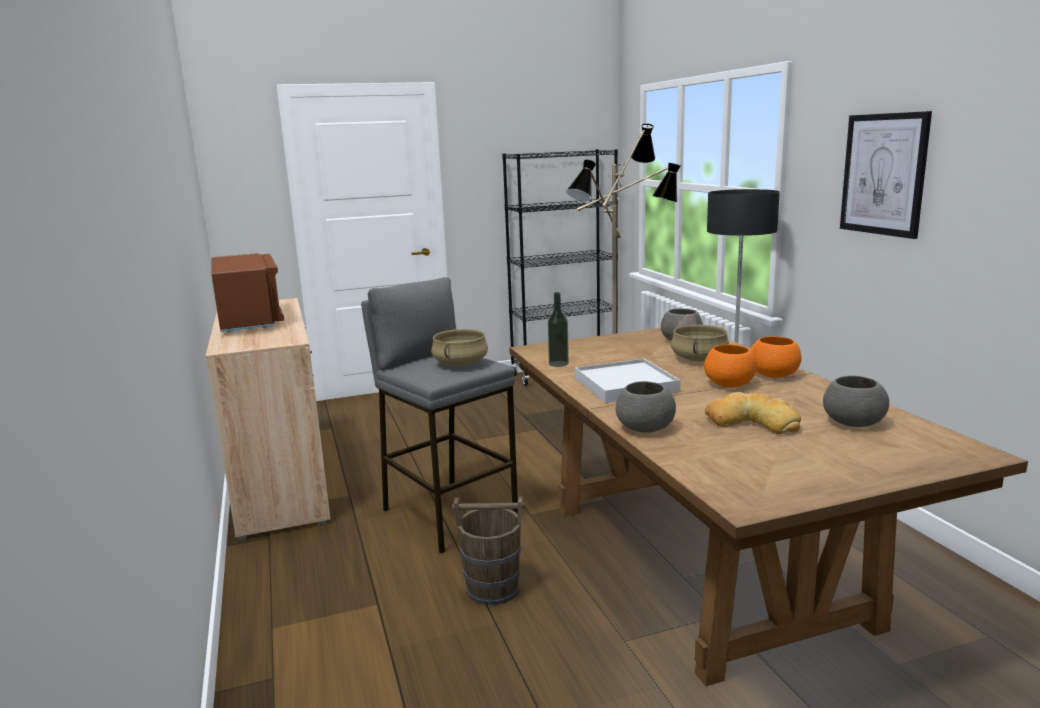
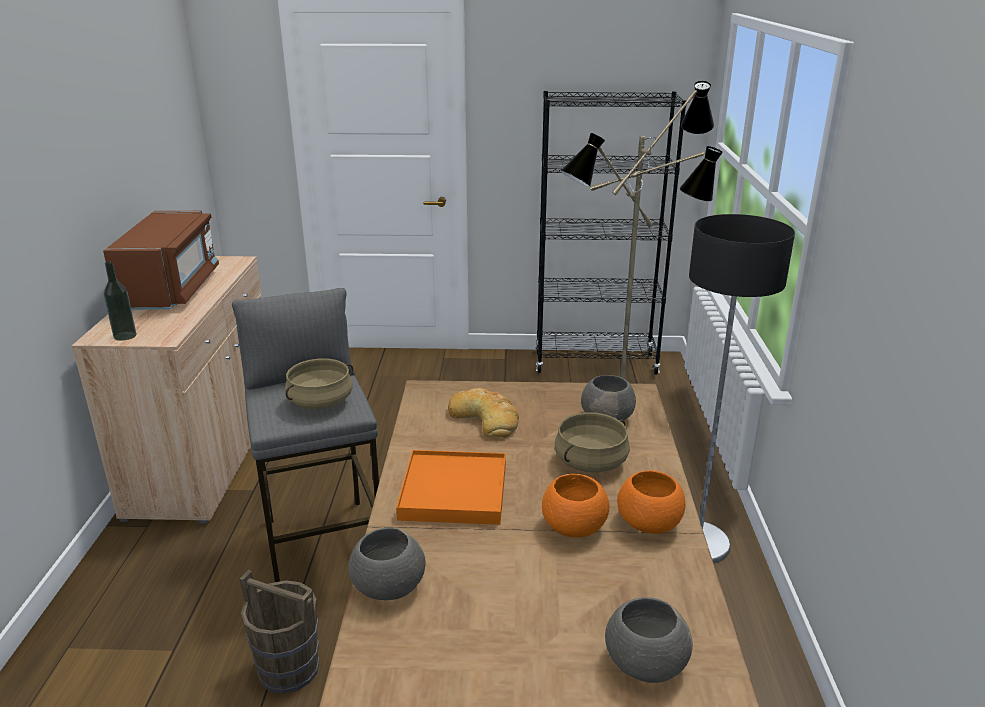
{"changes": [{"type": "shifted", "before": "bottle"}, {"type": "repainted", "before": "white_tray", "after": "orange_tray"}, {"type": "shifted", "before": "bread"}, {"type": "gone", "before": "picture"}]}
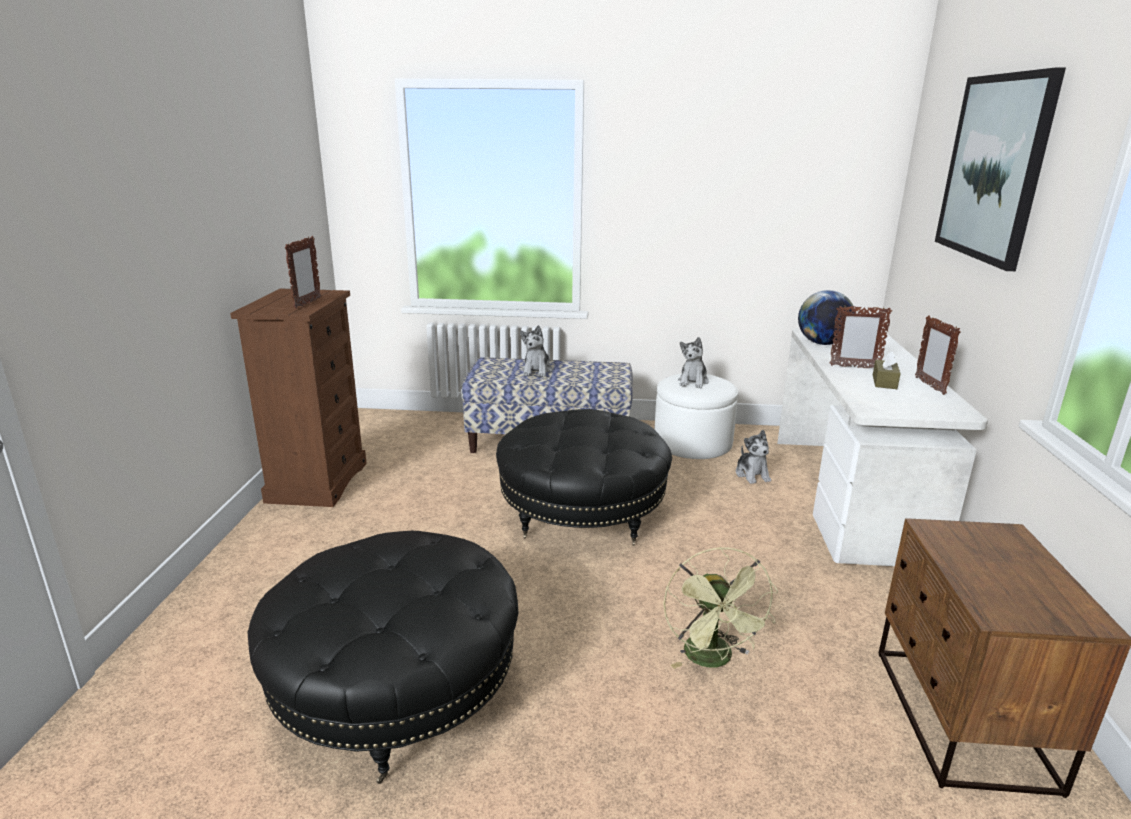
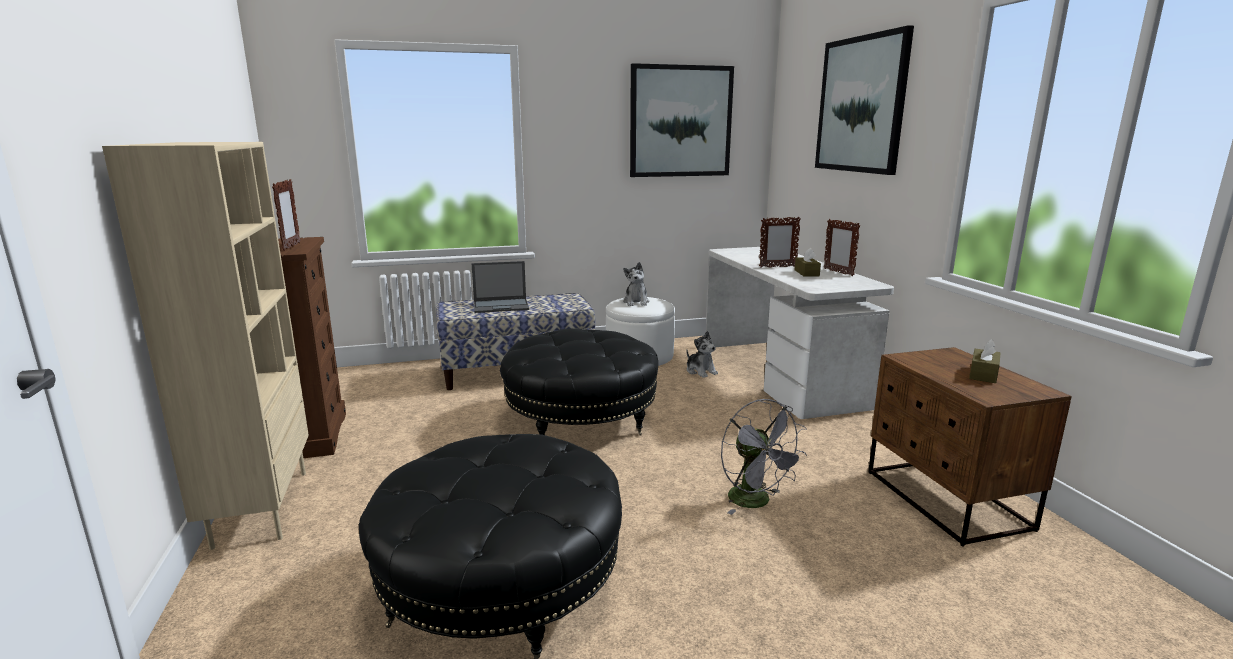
{"changes": [{"type": "new", "after": "beige_bookcase"}, {"type": "swapped", "before": "plush_toy (no. 1 from left)", "after": "laptop"}, {"type": "new", "after": "picture (no. 1 from left)"}, {"type": "repainted", "before": "green_fan", "after": "grey_fan"}, {"type": "new", "after": "brown_tissue_box (no. 2 from left)"}, {"type": "gone", "before": "globe"}]}
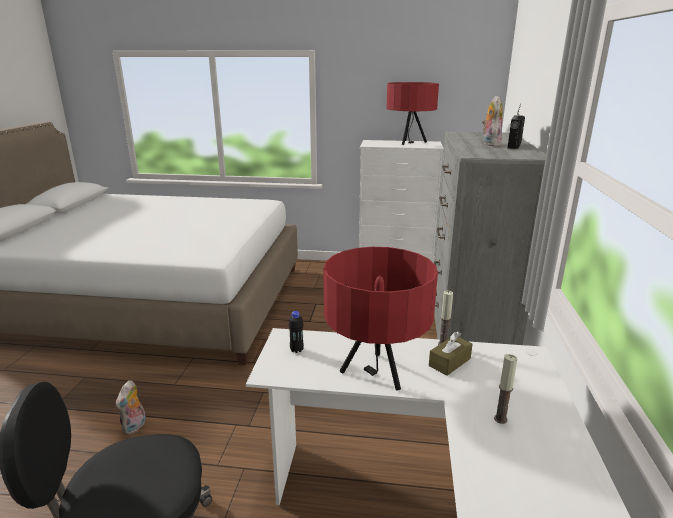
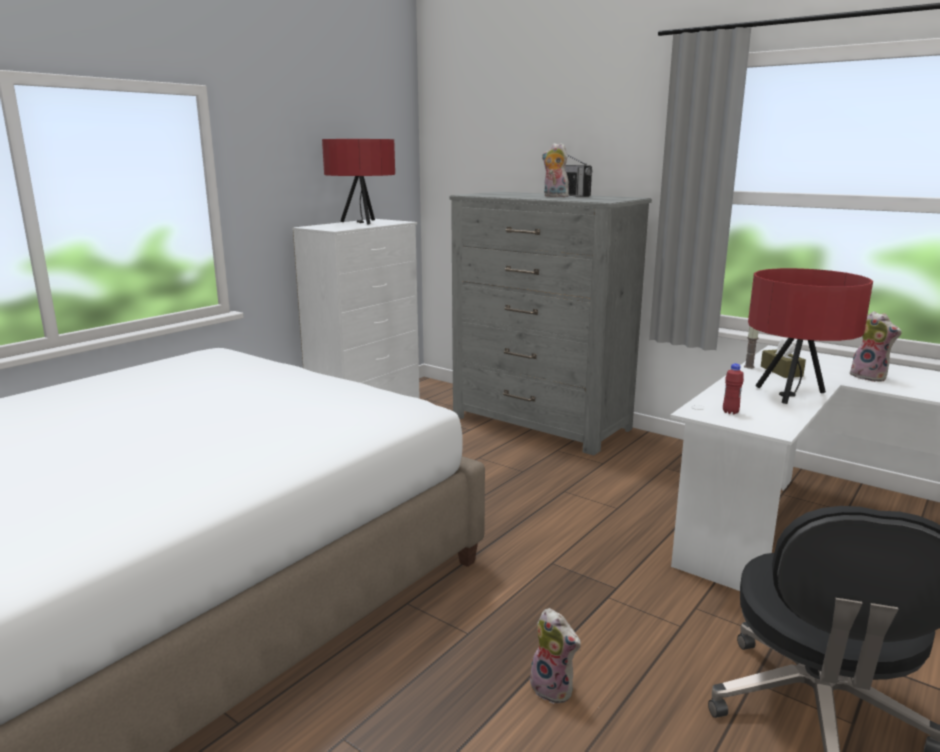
{"changes": [{"type": "repainted", "before": "black_bottle", "after": "red_bottle"}, {"type": "swapped", "before": "candle (no. 2 from left)", "after": "plush_toy (no. 3 from left)"}]}
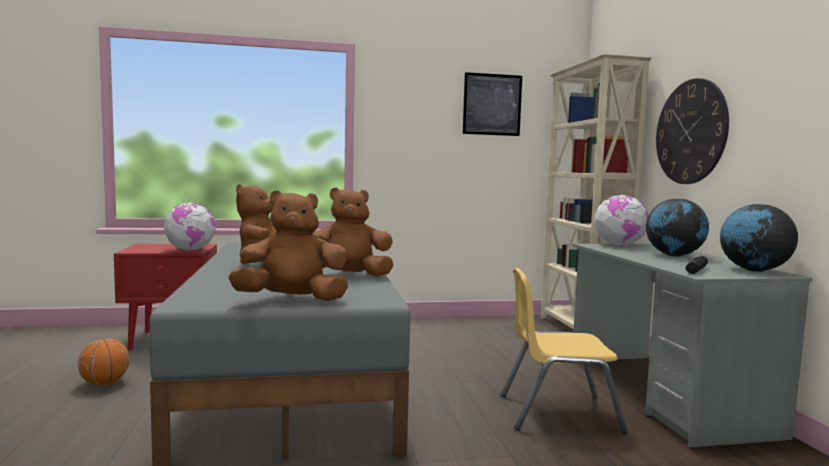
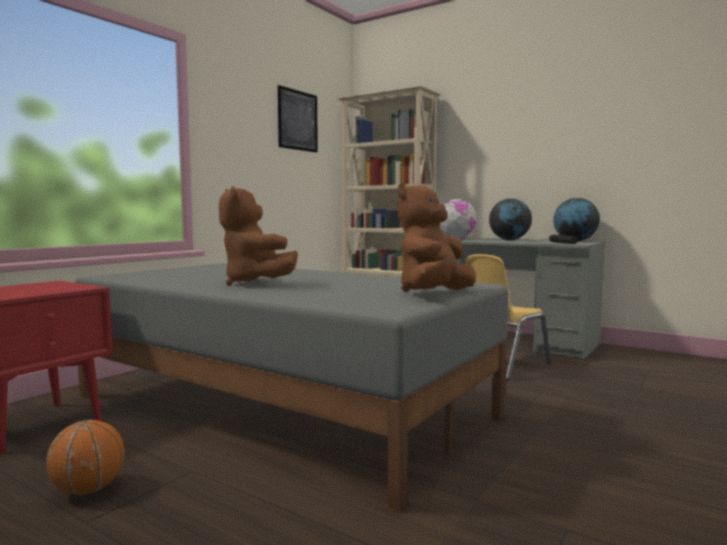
{"changes": [{"type": "gone", "before": "globe (no. 1 from left)"}, {"type": "gone", "before": "brown_plush_toy (no. 3 from left)"}, {"type": "gone", "before": "wall_clock"}]}
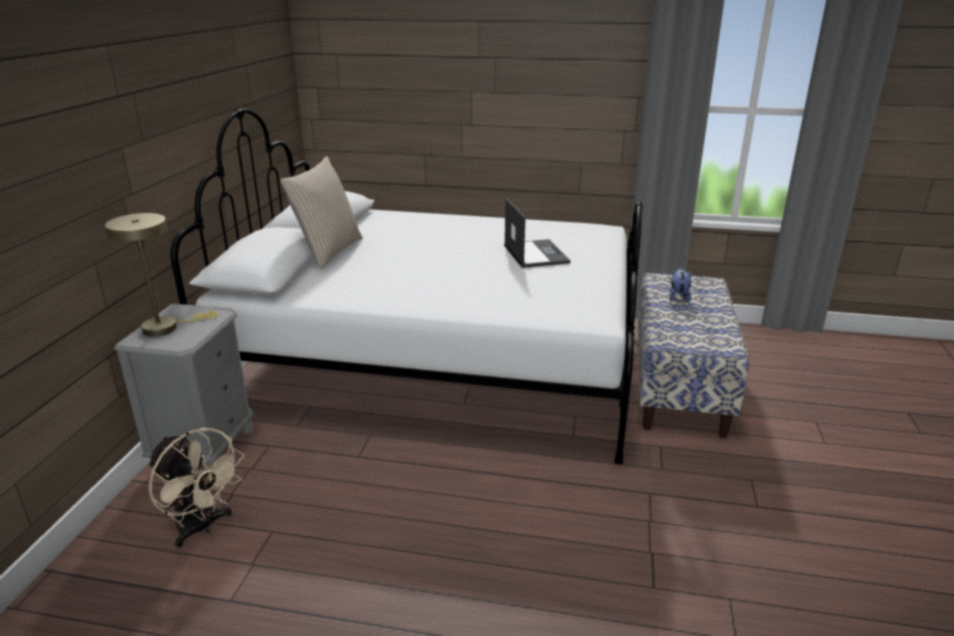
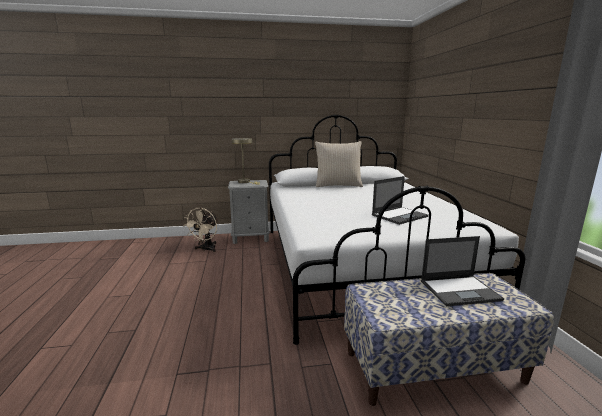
{"changes": [{"type": "swapped", "before": "plush_toy", "after": "laptop (no. 2 from left)"}]}
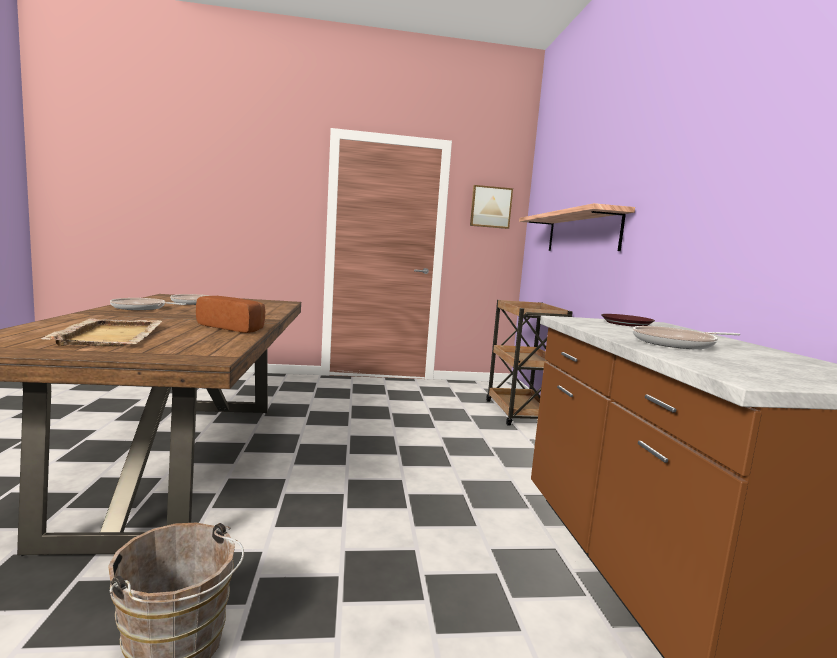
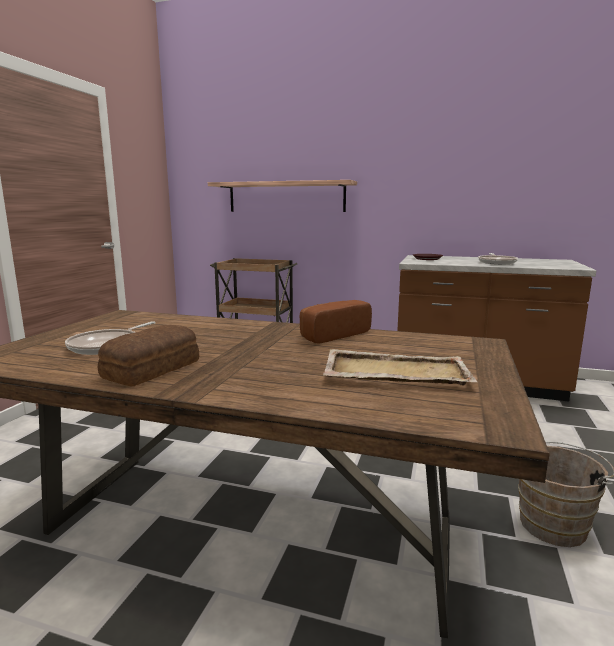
{"changes": [{"type": "swapped", "before": "frying_pan (no. 1 from left)", "after": "bread (no. 1 from left)"}, {"type": "gone", "before": "picture"}]}
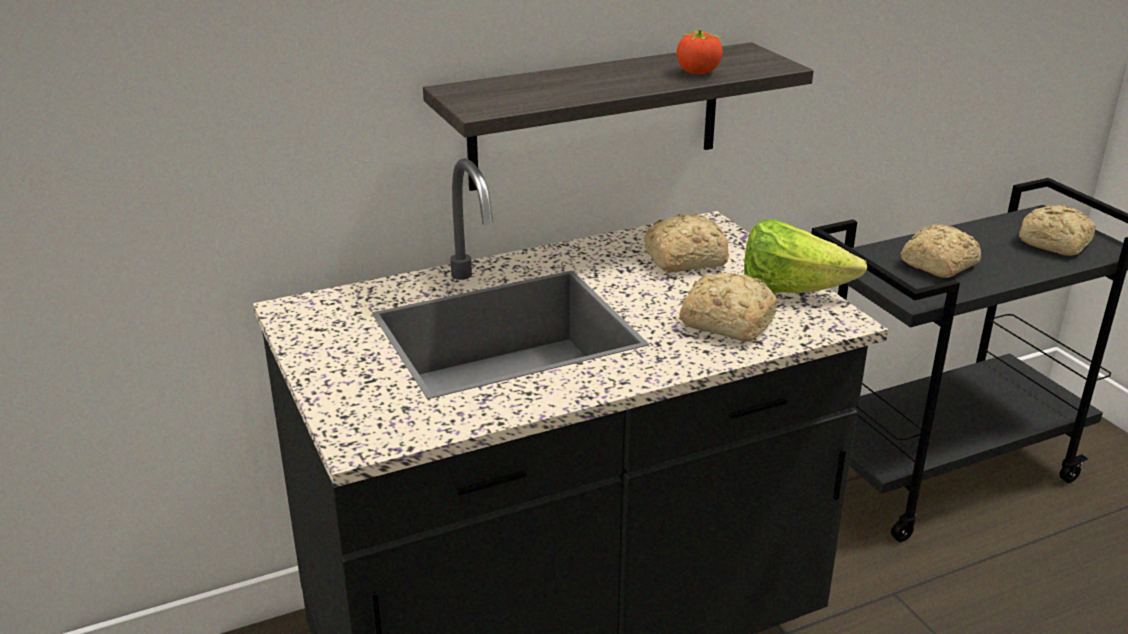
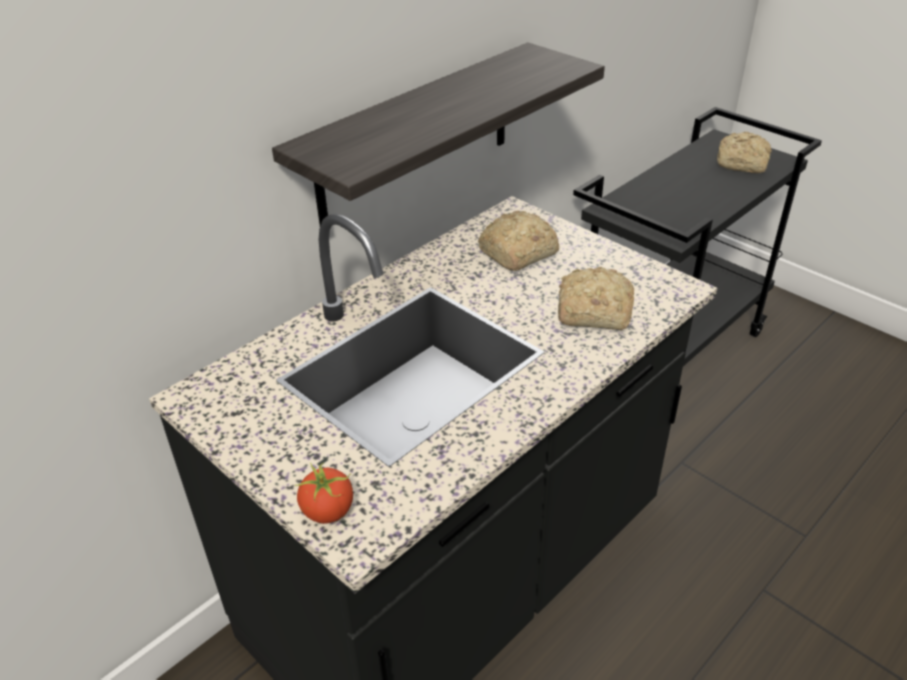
{"changes": [{"type": "shifted", "before": "tomato"}, {"type": "gone", "before": "lettuce"}, {"type": "gone", "before": "bread (no. 3 from left)"}]}
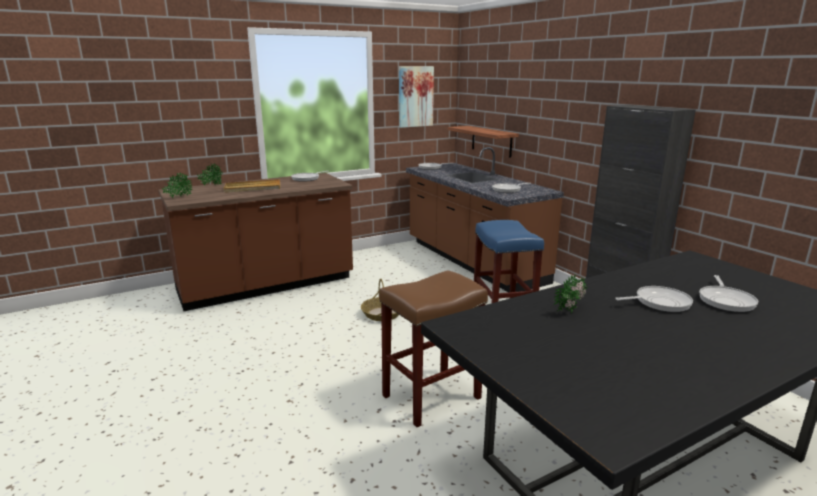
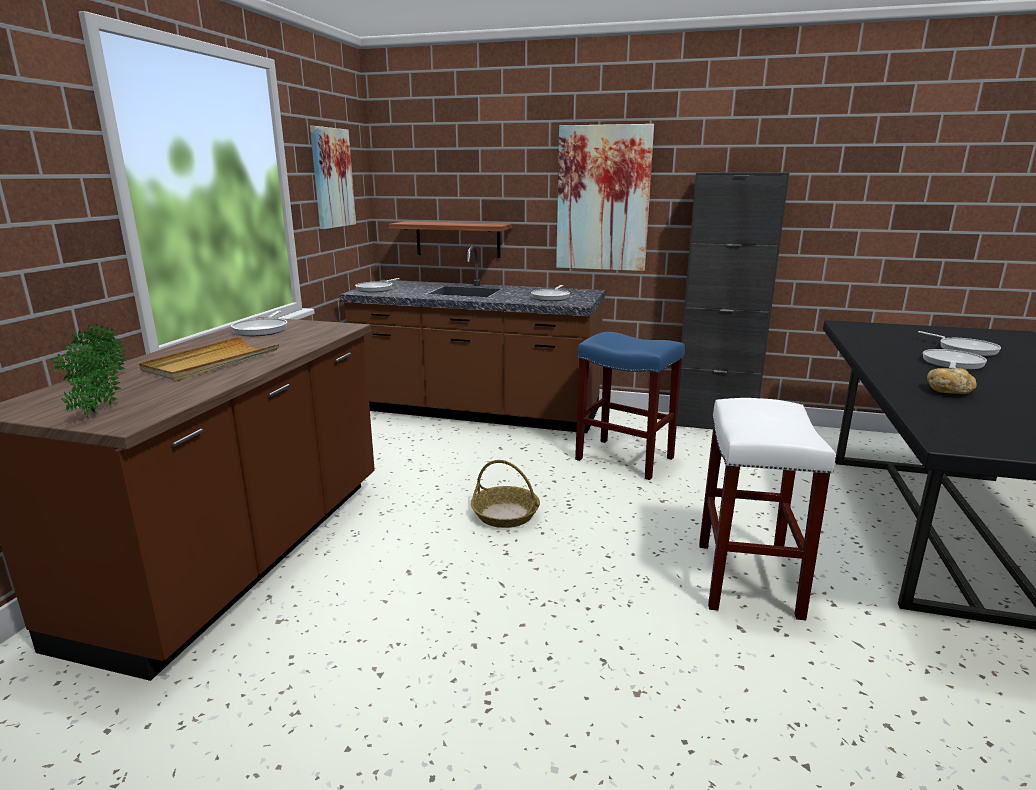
{"changes": [{"type": "new", "after": "picture (no. 2 from left)"}, {"type": "repainted", "before": "brown_stool", "after": "white_stool"}, {"type": "swapped", "before": "potted_plant (no. 3 from left)", "after": "bread"}]}
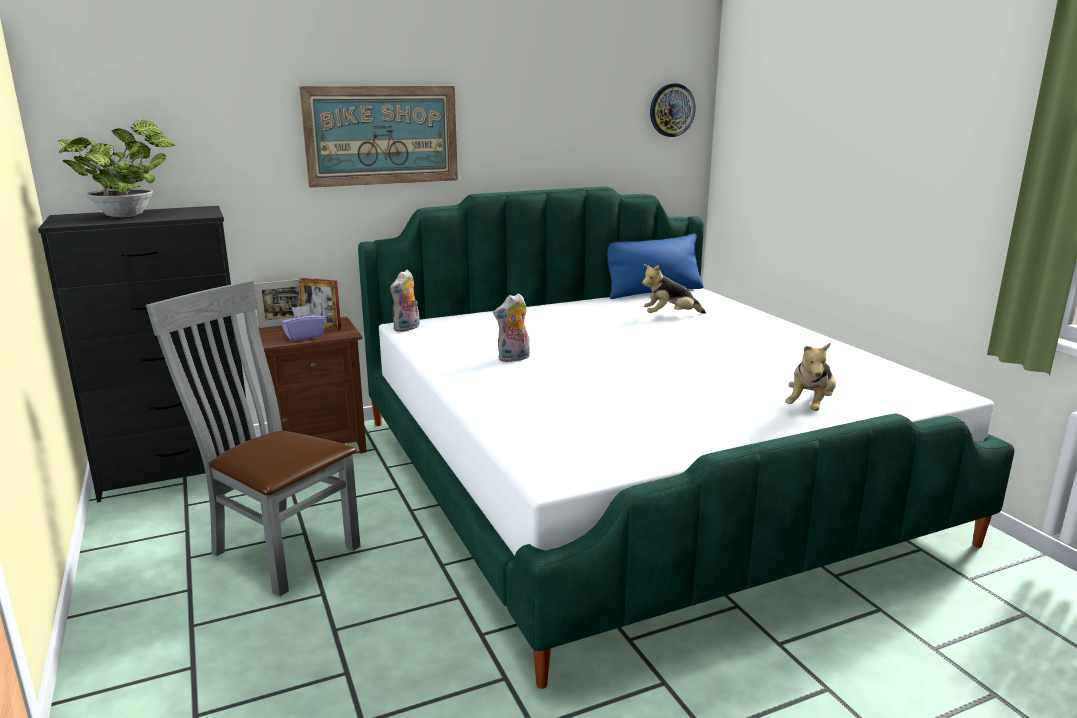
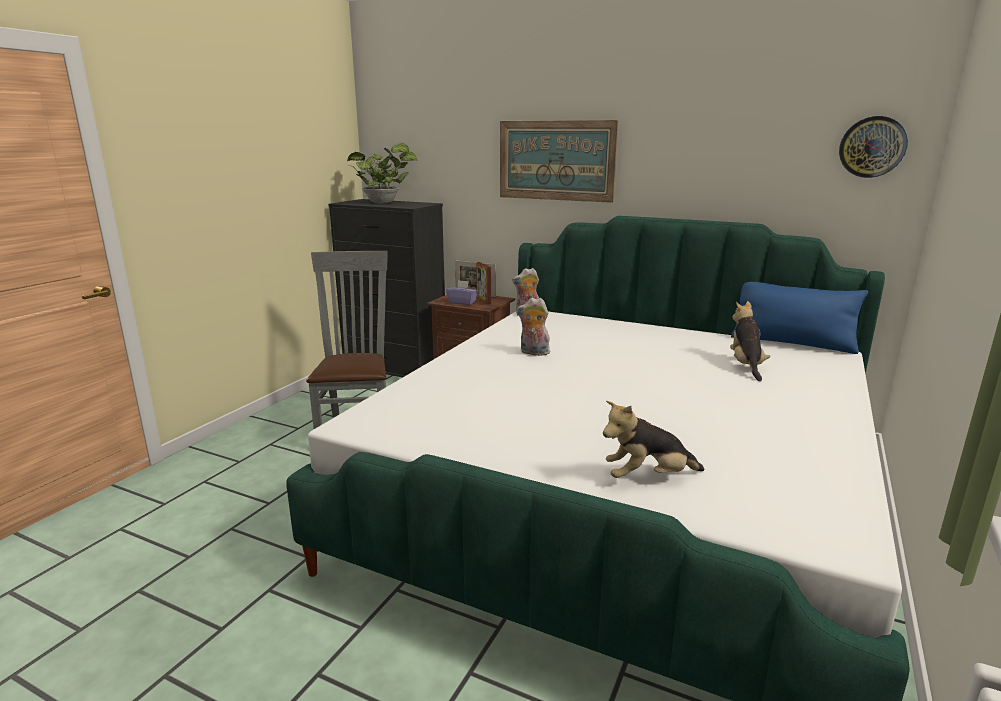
{"changes": [{"type": "rotated", "before": "plush_toy (no. 3 from left in the first image)", "turn": 60}]}
